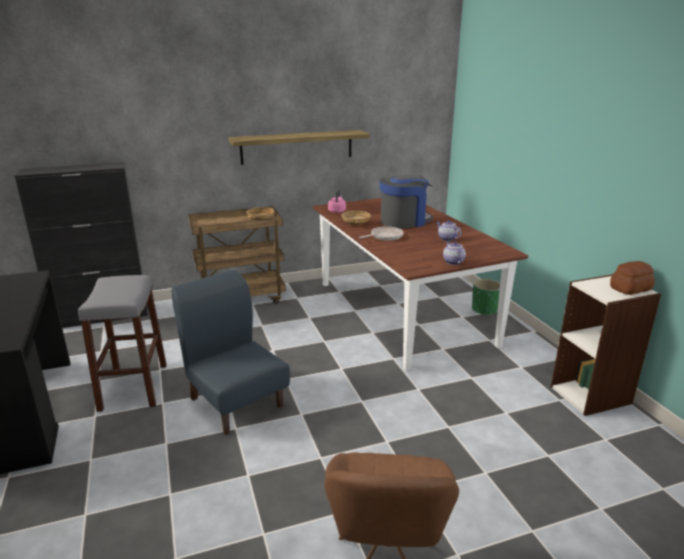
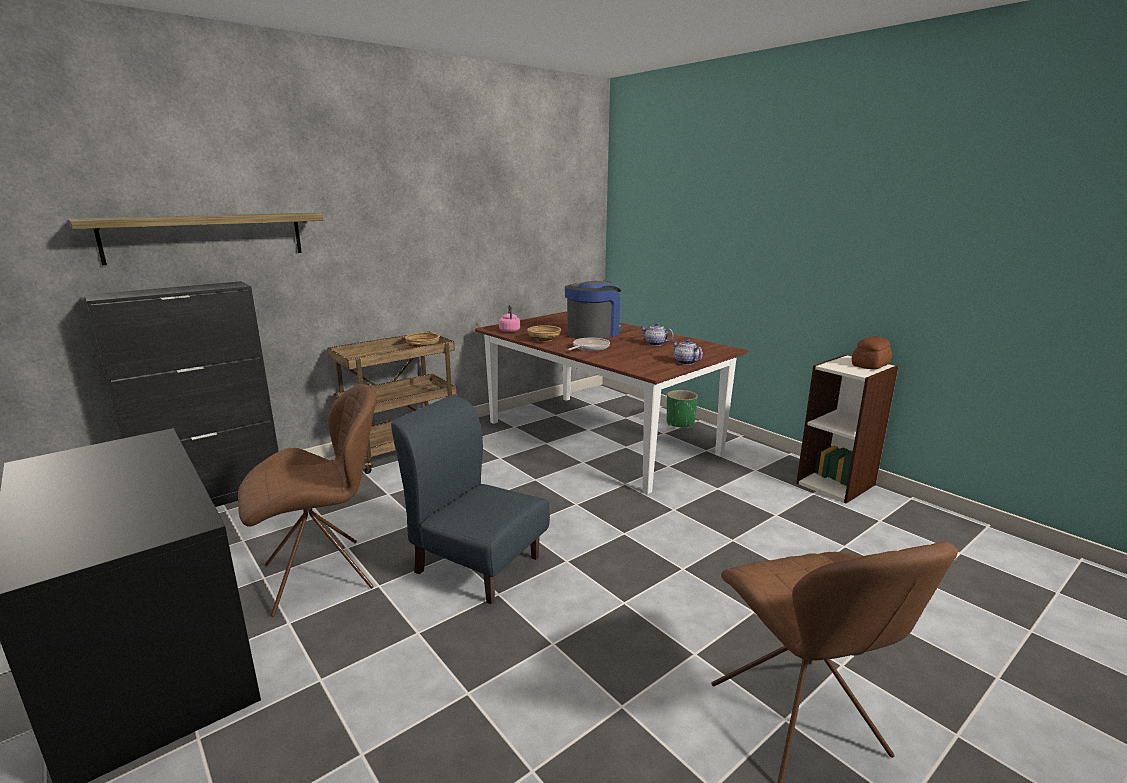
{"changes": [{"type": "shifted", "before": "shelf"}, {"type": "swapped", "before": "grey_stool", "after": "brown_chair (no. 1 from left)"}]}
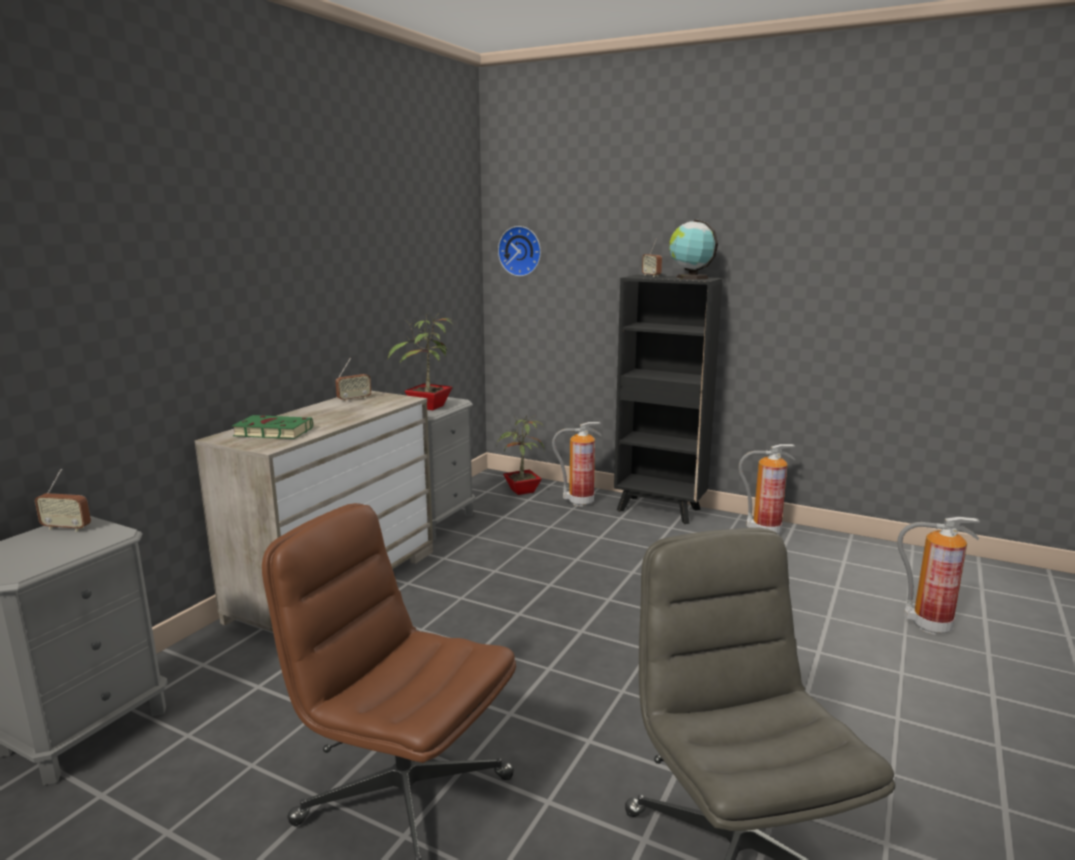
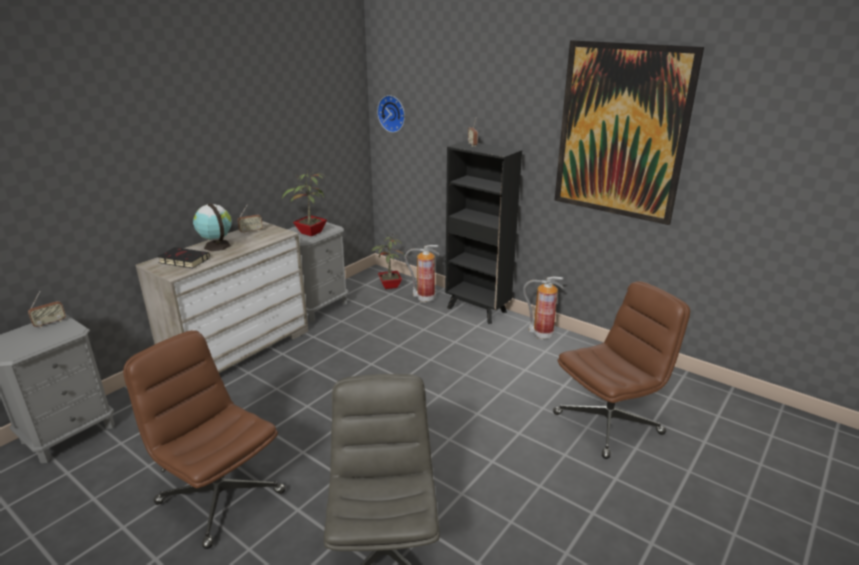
{"changes": [{"type": "rotated", "before": "radio (no. 1 from left)", "turn": -60}, {"type": "repainted", "before": "green_book", "after": "black_book"}, {"type": "shifted", "before": "globe"}, {"type": "swapped", "before": "fire_extinguisher (no. 3 from left)", "after": "brown_office_chair (no. 2 from left)"}, {"type": "new", "after": "picture"}]}
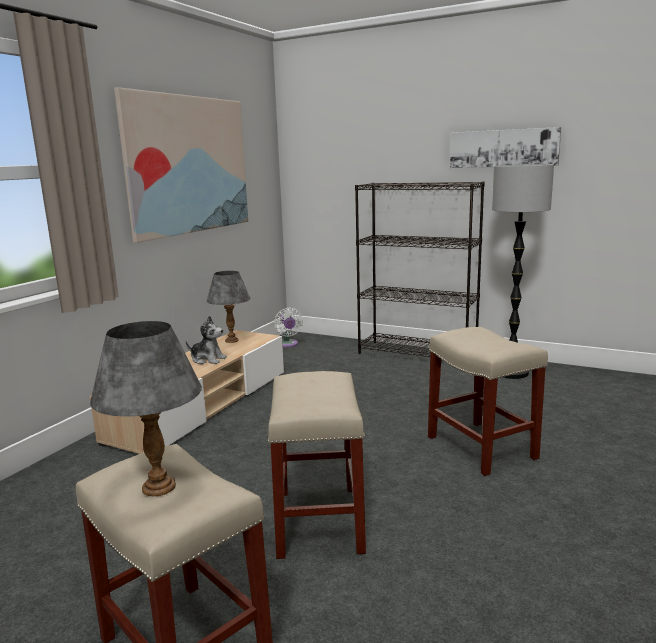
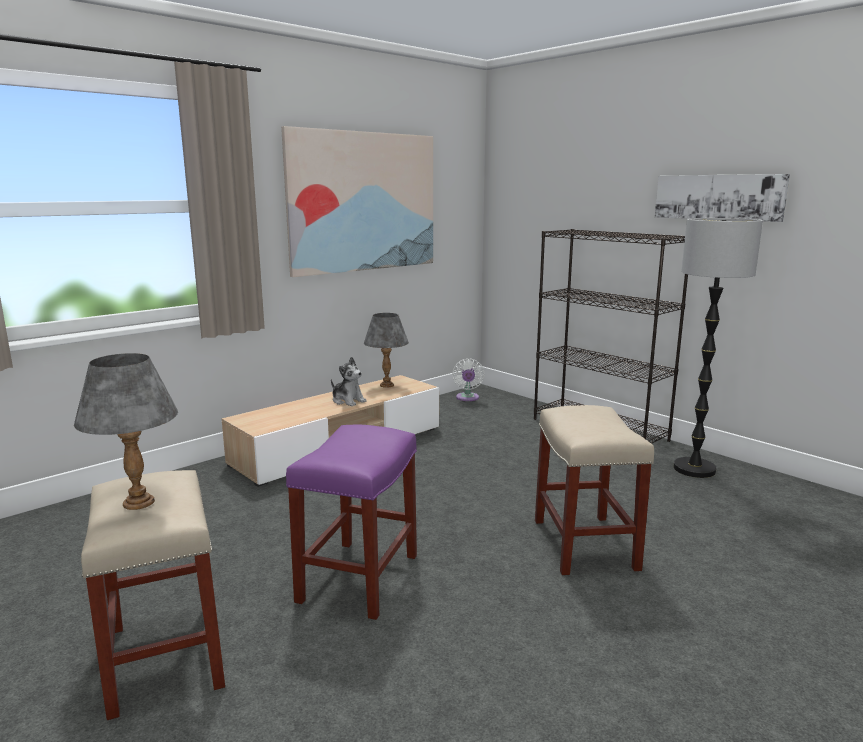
{"changes": [{"type": "repainted", "before": "beige_stool (no. 2 from left)", "after": "purple_stool"}]}
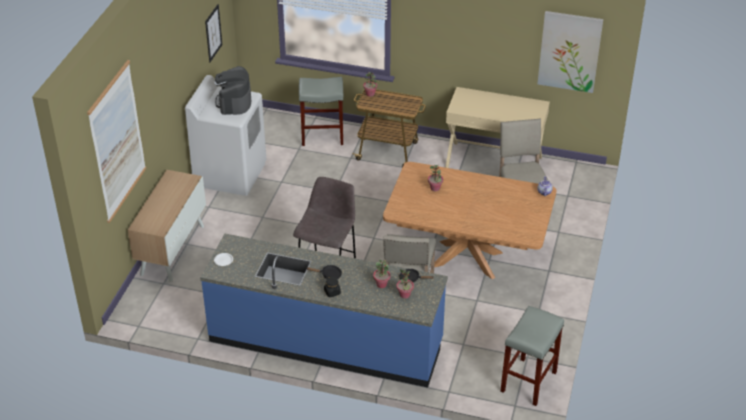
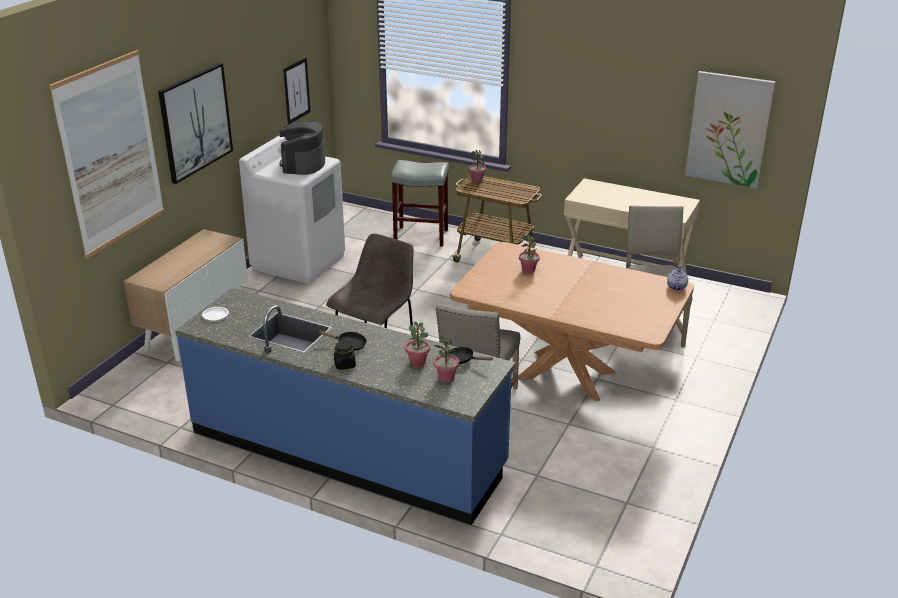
{"changes": [{"type": "new", "after": "picture (no. 2 from left)"}, {"type": "gone", "before": "grey_stool (no. 3 from left)"}]}
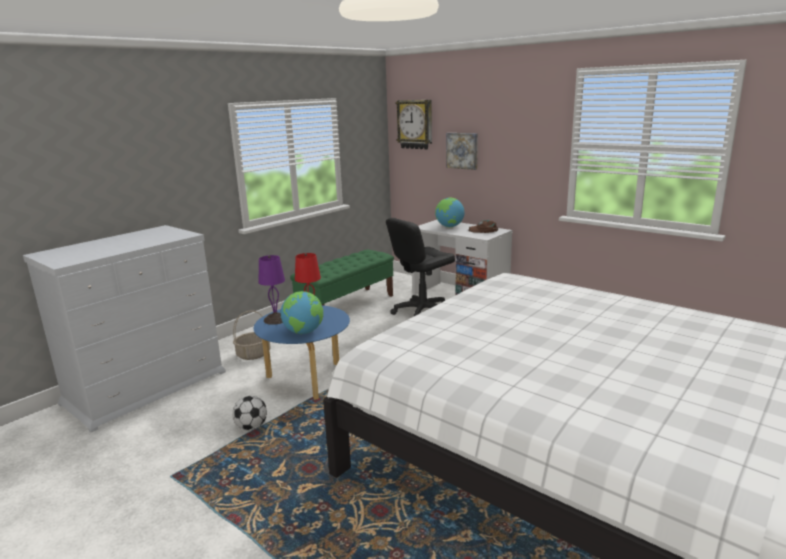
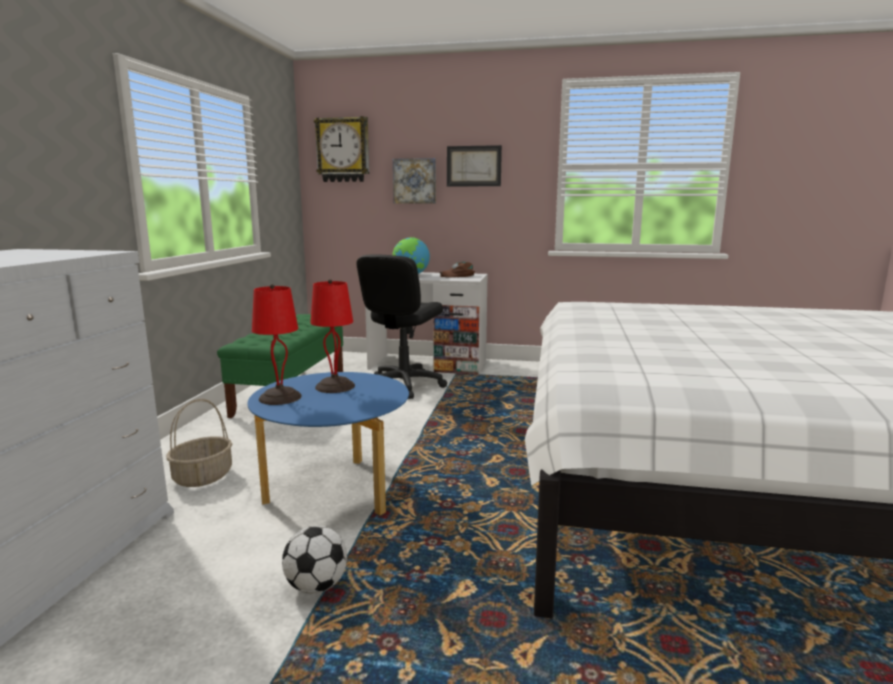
{"changes": [{"type": "repainted", "before": "purple_table_lamp", "after": "red_table_lamp (no. 1 from left)"}, {"type": "new", "after": "picture (no. 2 from left)"}, {"type": "gone", "before": "globe (no. 1 from left)"}]}
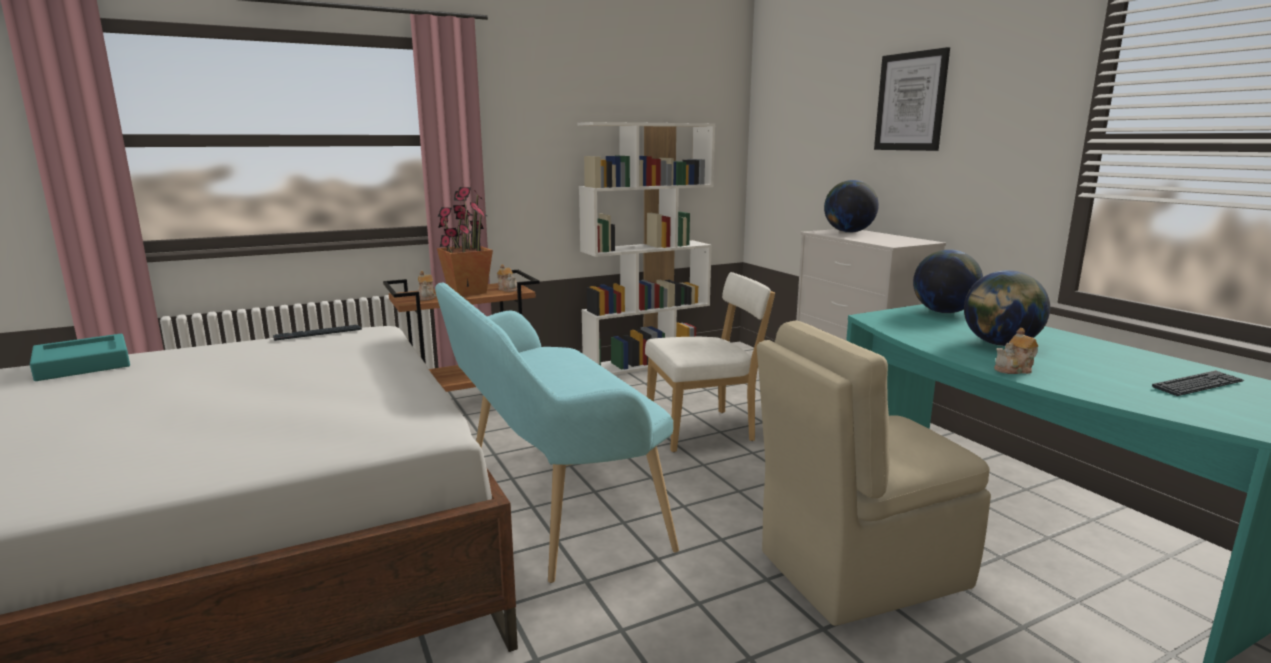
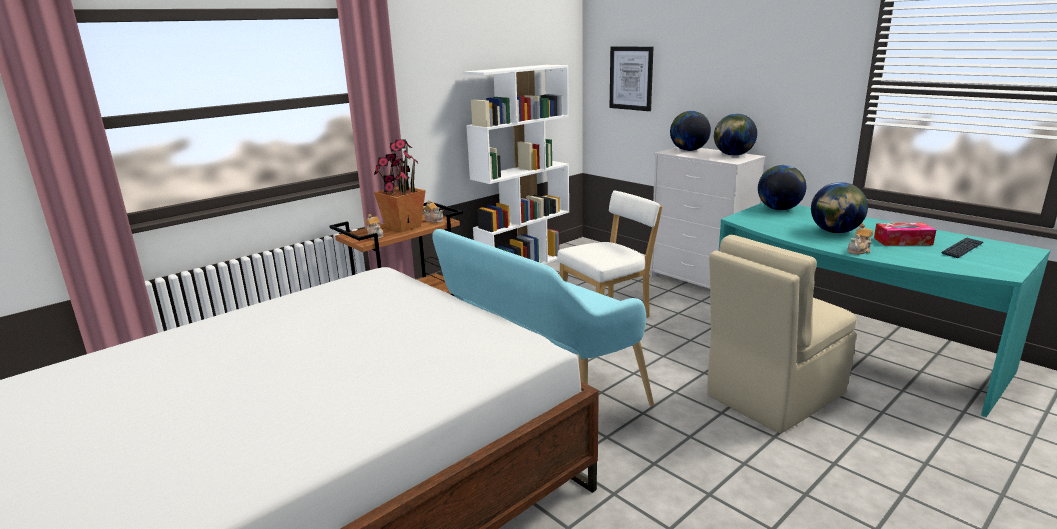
{"changes": [{"type": "shifted", "before": "picture"}, {"type": "new", "after": "globe (no. 2 from left)"}, {"type": "new", "after": "tissue_box"}, {"type": "gone", "before": "turquoise_tray"}, {"type": "gone", "before": "keyboard (no. 1 from left)"}]}
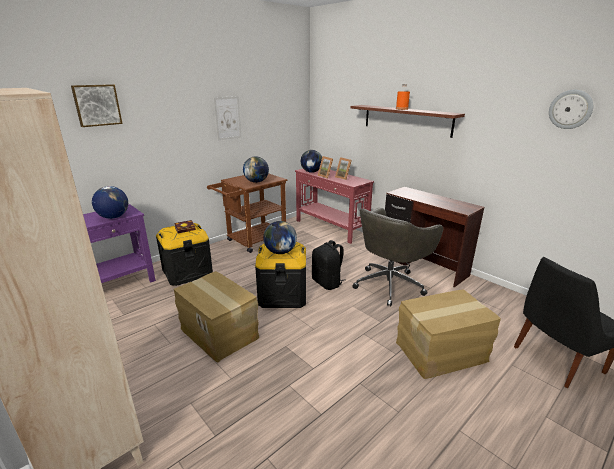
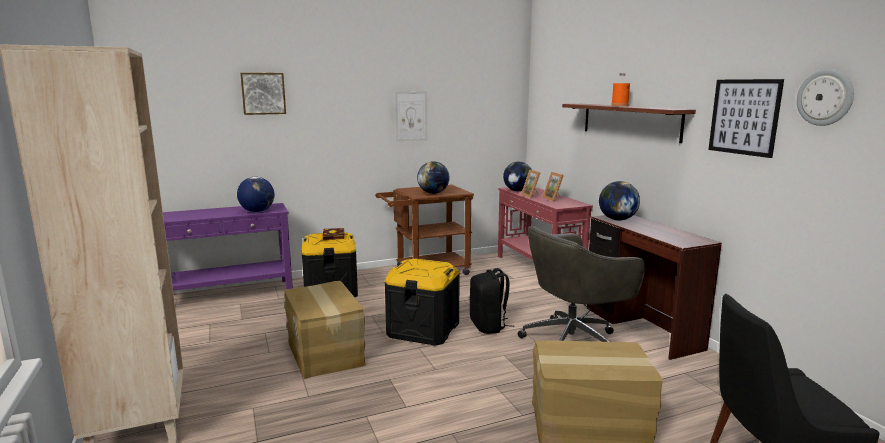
{"changes": [{"type": "shifted", "before": "globe (no. 3 from left in the first image)", "after": "globe (no. 4 from left)"}, {"type": "new", "after": "picture (no. 3 from left)"}]}
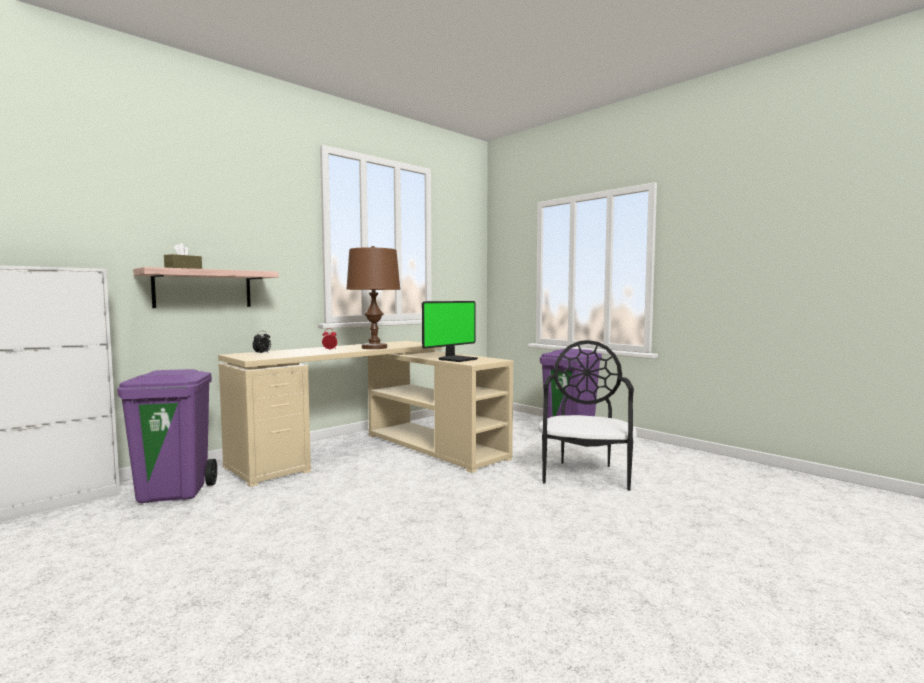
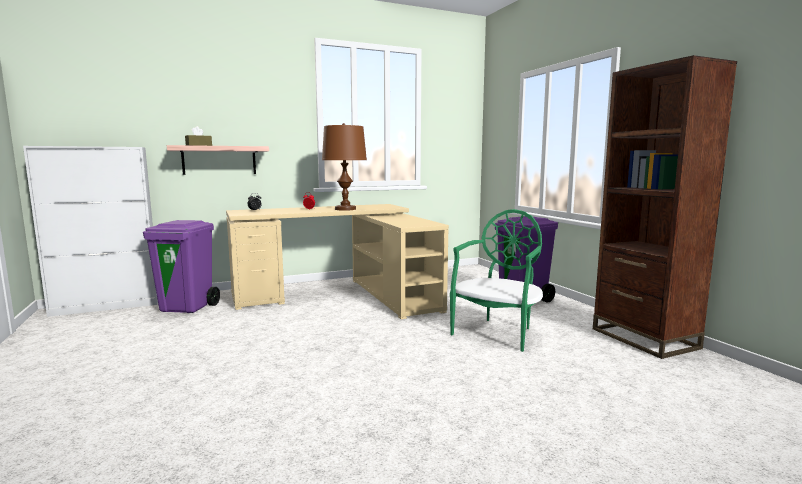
{"changes": [{"type": "repainted", "before": "black_chair", "after": "green_chair"}, {"type": "new", "after": "brown_bookcase"}, {"type": "gone", "before": "monitor"}]}
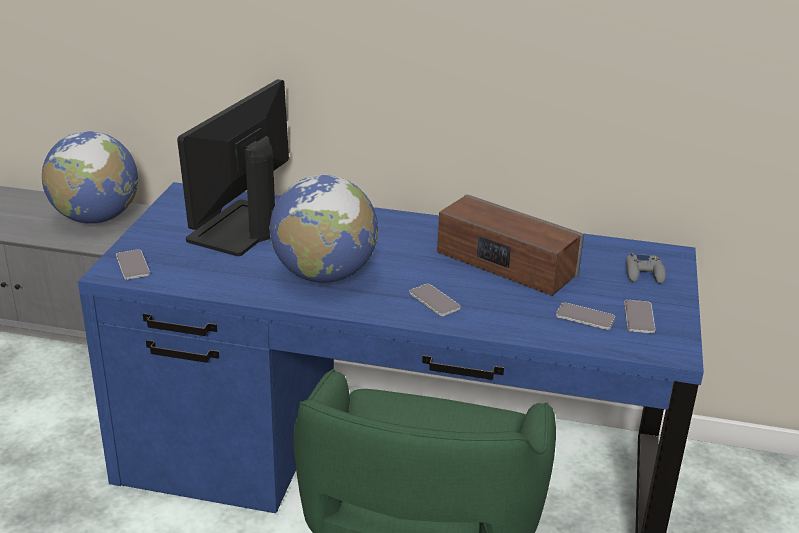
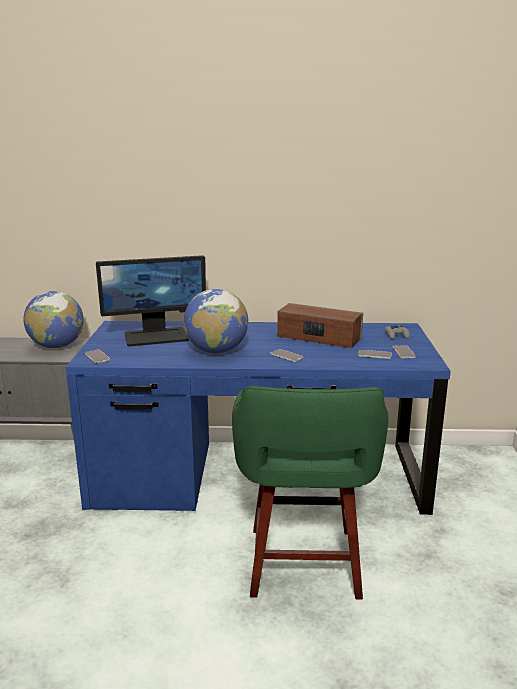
{"changes": [{"type": "rotated", "before": "monitor", "turn": -120}]}
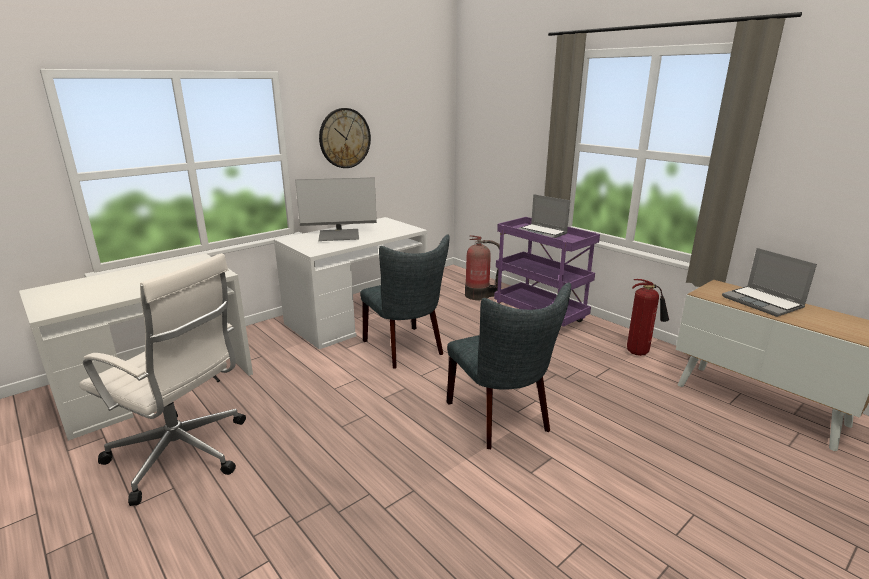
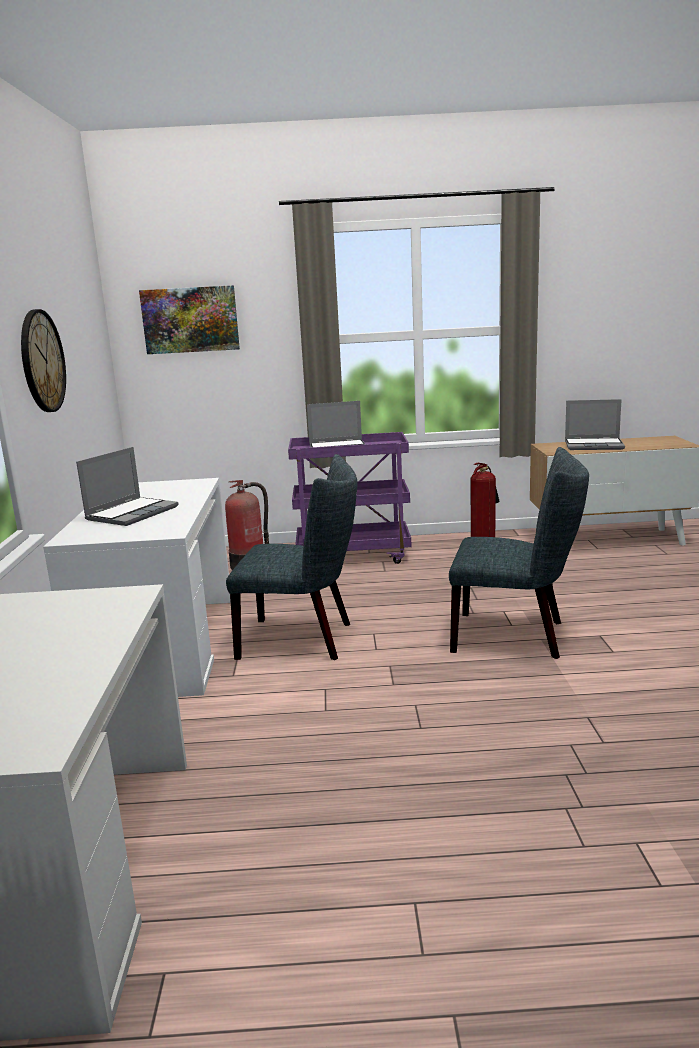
{"changes": [{"type": "swapped", "before": "monitor", "after": "laptop (no. 1 from left)"}, {"type": "new", "after": "picture"}, {"type": "gone", "before": "white_office_chair"}]}
